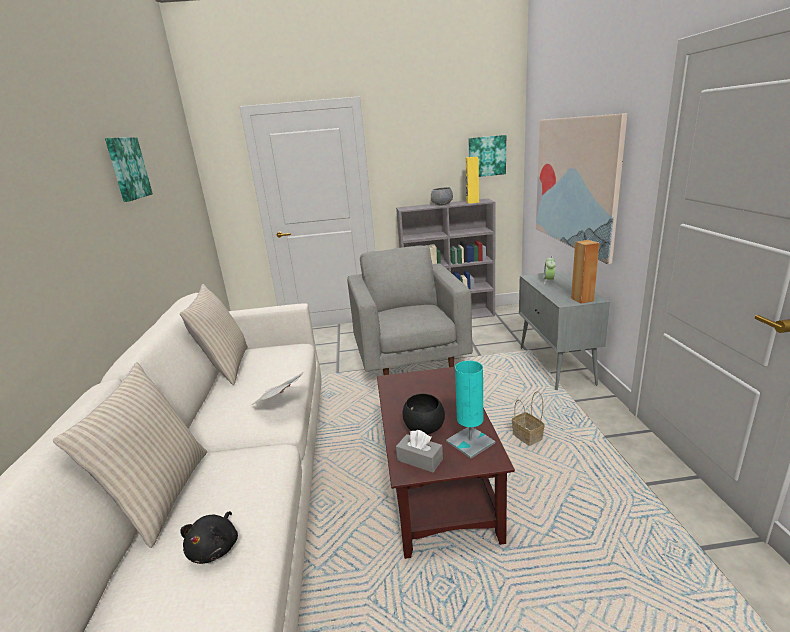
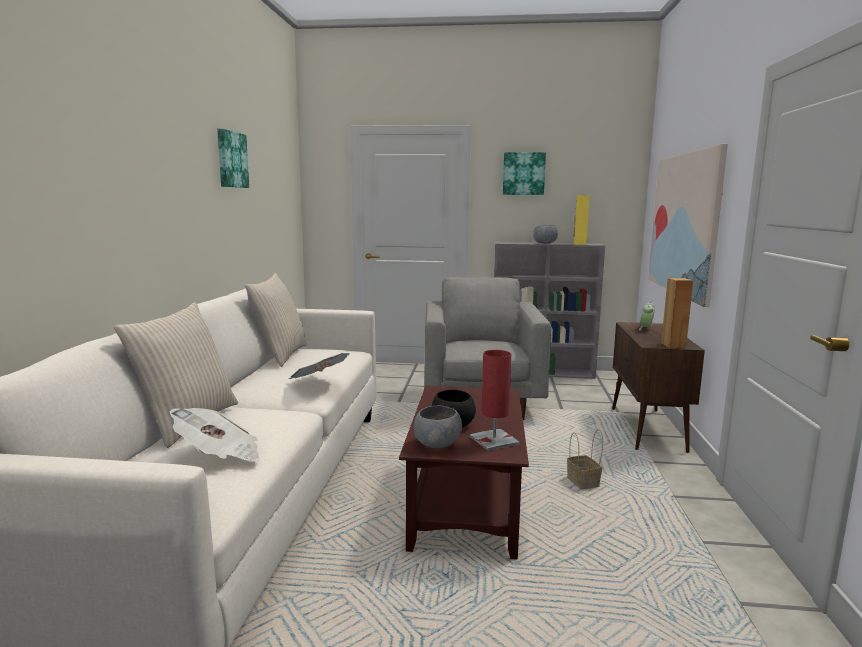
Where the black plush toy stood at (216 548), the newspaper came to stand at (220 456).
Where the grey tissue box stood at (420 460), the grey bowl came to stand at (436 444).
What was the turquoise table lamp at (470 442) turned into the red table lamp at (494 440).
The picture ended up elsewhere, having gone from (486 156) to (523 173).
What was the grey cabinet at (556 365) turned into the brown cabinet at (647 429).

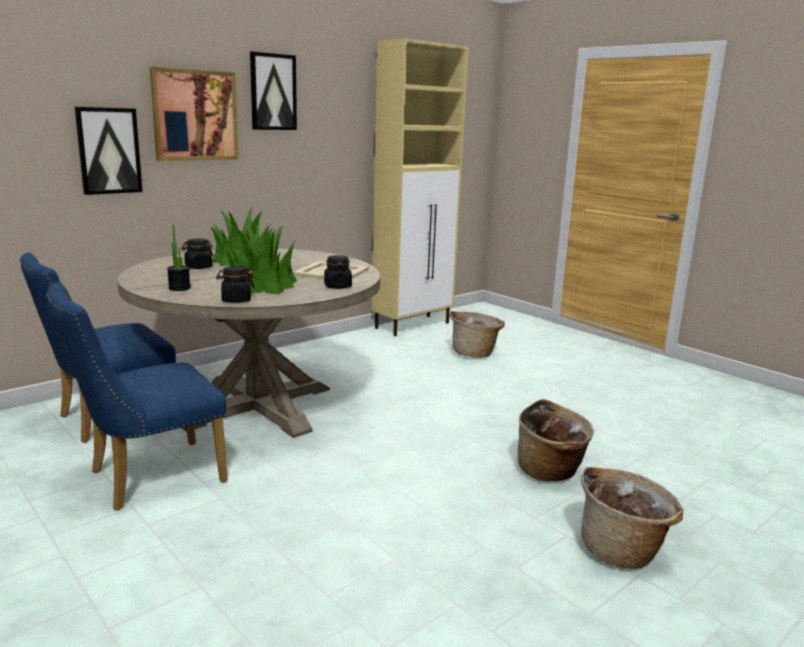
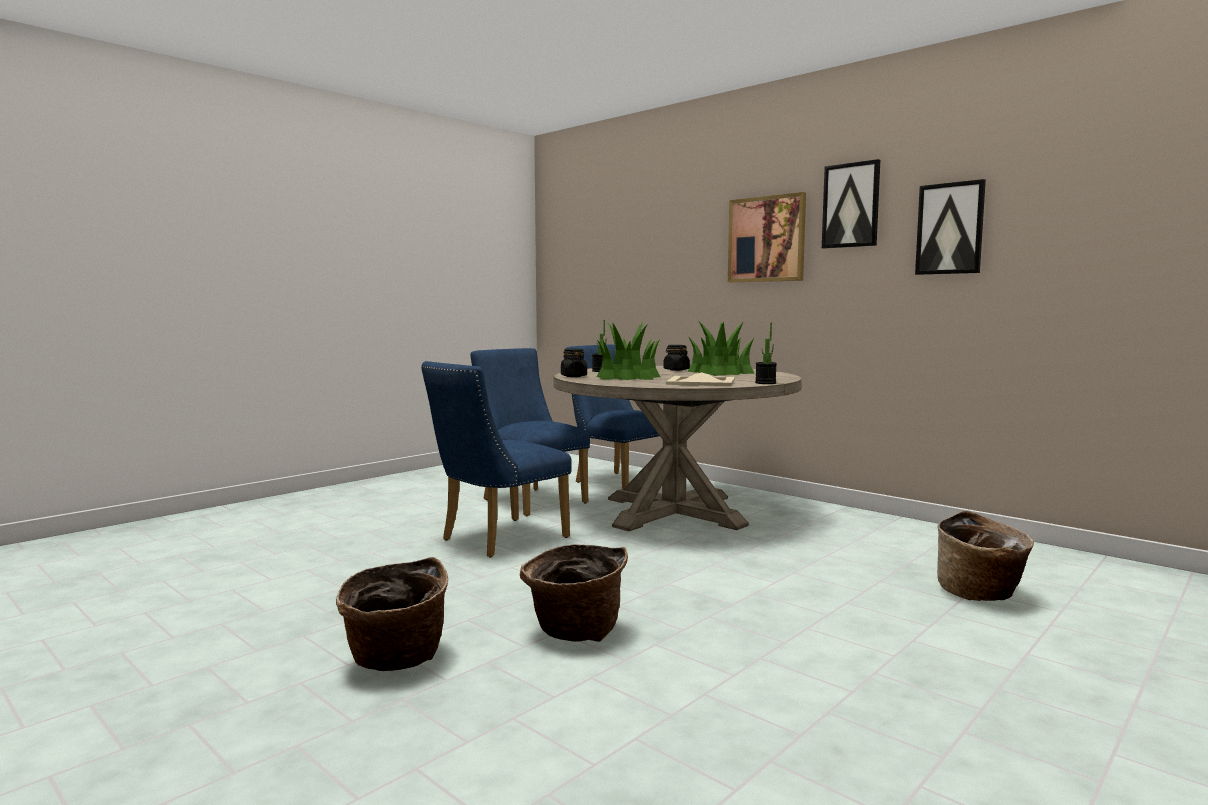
The picture ended up elsewhere, having gone from (109 151) to (950 228).
The second view lost the black jar at (337 286).
The second view lost the beige cabinet at (413 325).
The second view gained the blue chair at (496 540).
The second view gained the potted plant at (765 383).

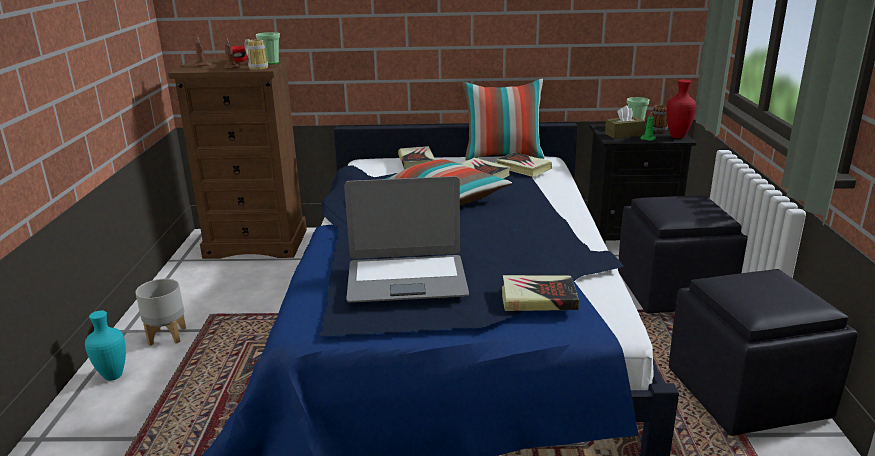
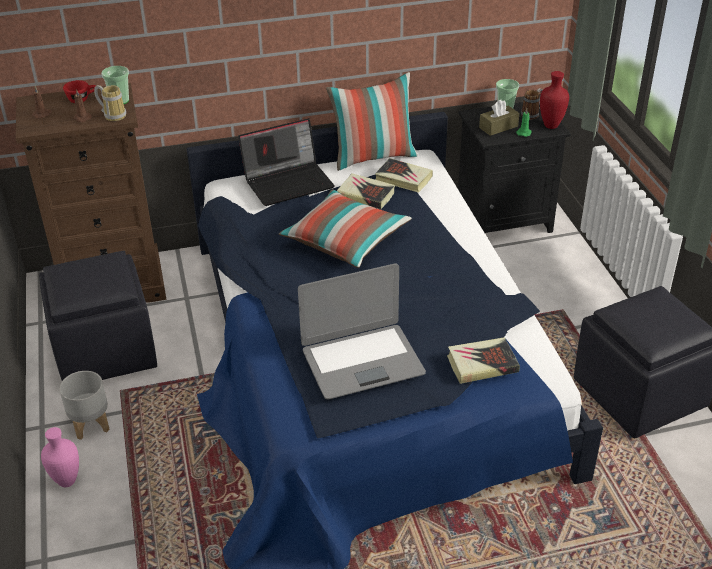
What was the turquoise vase at (113 377) turned into the pink vase at (67 482).
Where the book stood at (416 161), the laptop came to stand at (289 182).
The black ottoman ended up elsewhere, having gone from (674 291) to (106 350).

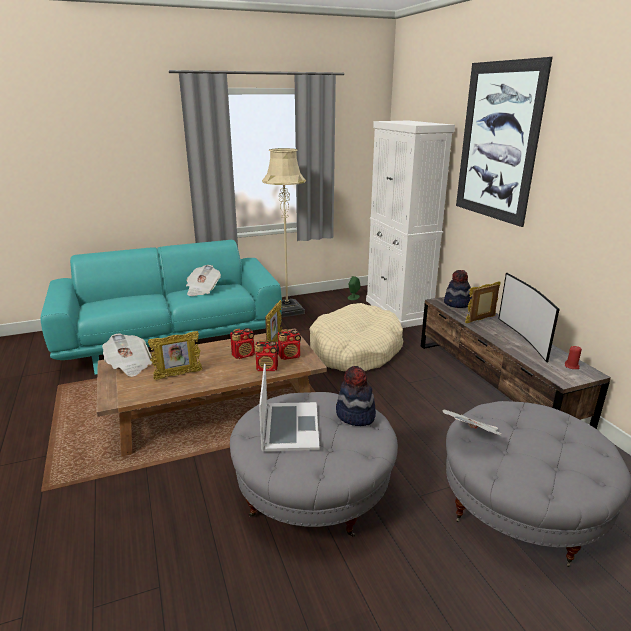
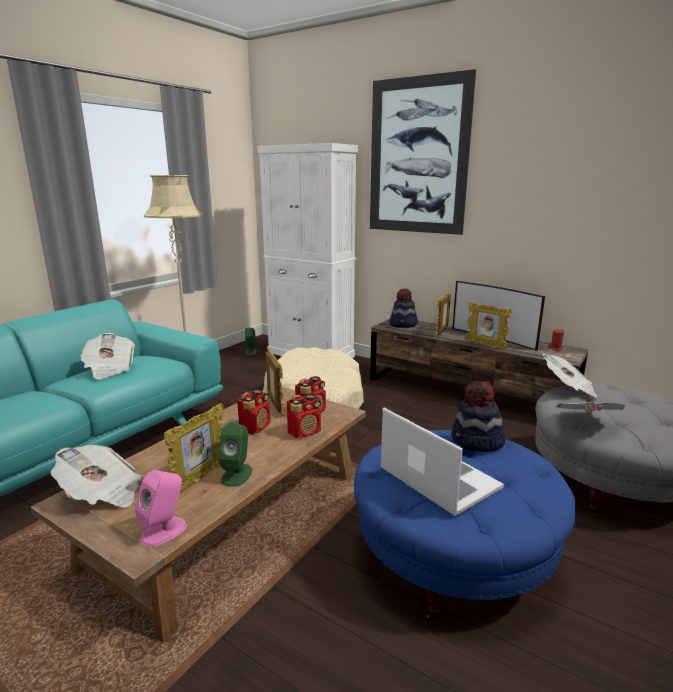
What was the grey ottoman at (313 490) turned into the blue ottoman at (453 553).
The second view gained the pink speaker at (164 531).
The second view gained the green speaker at (237 474).
The second view gained the picture frame at (485 345).
The second view gained the newspaper at (568 388).

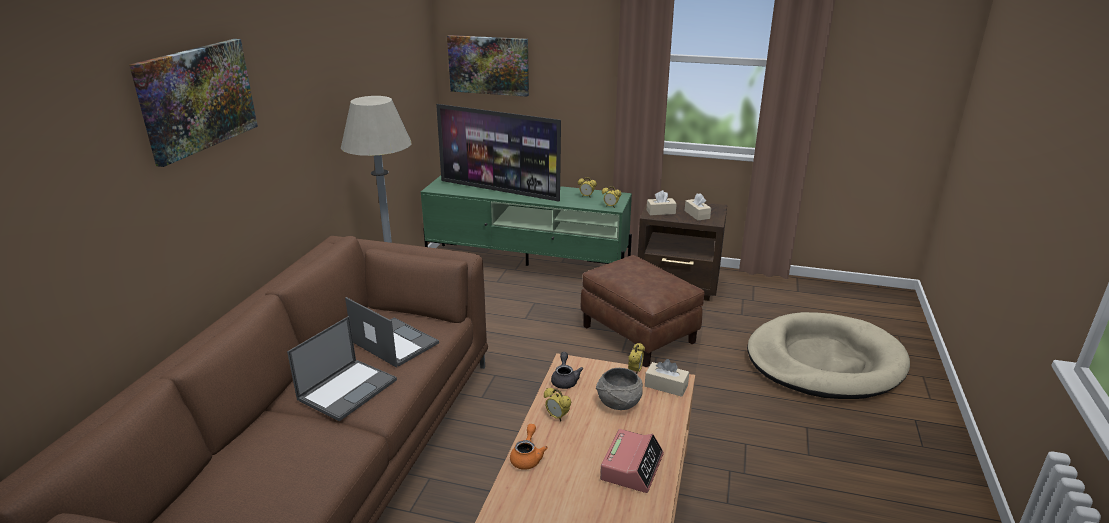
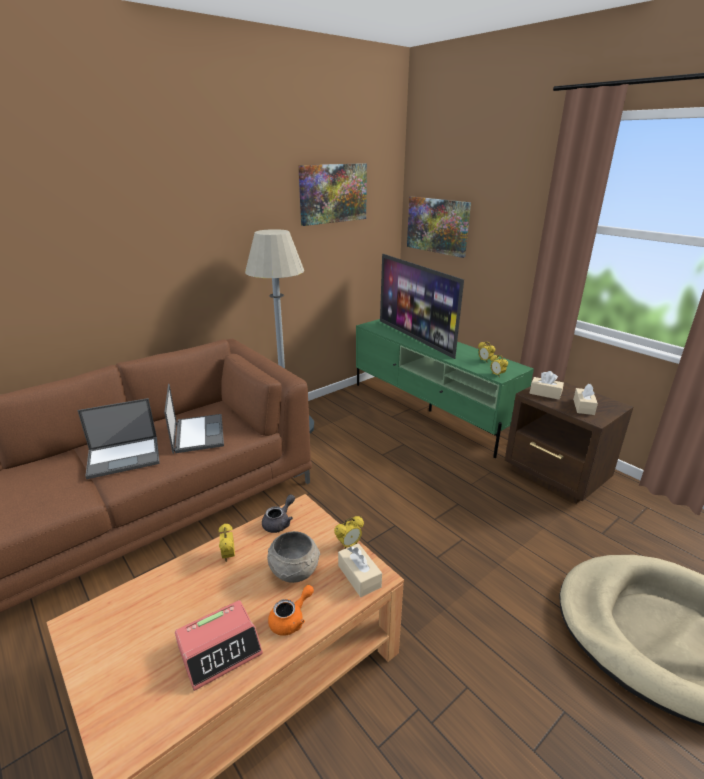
The picture ended up elsewhere, having gone from (197 98) to (333 193).
The orange teapot ended up elsewhere, having gone from (527 457) to (291 619).
The second view lost the brown ottoman at (639 334).

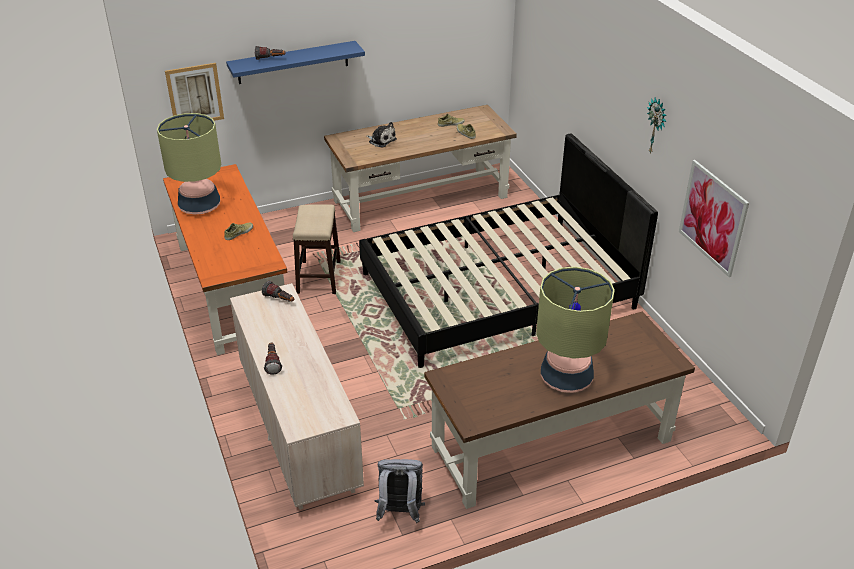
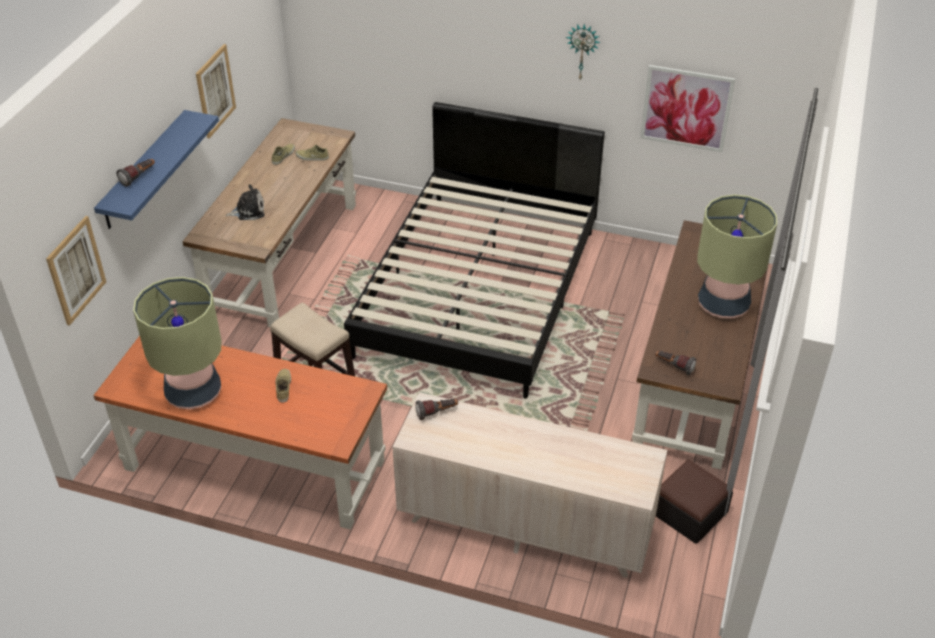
The flashlight ended up elsewhere, having gone from (273 363) to (673 366).
Where the grey backpack stood at (400 512), the ottoman came to stand at (689 512).
The second view gained the picture at (215 91).

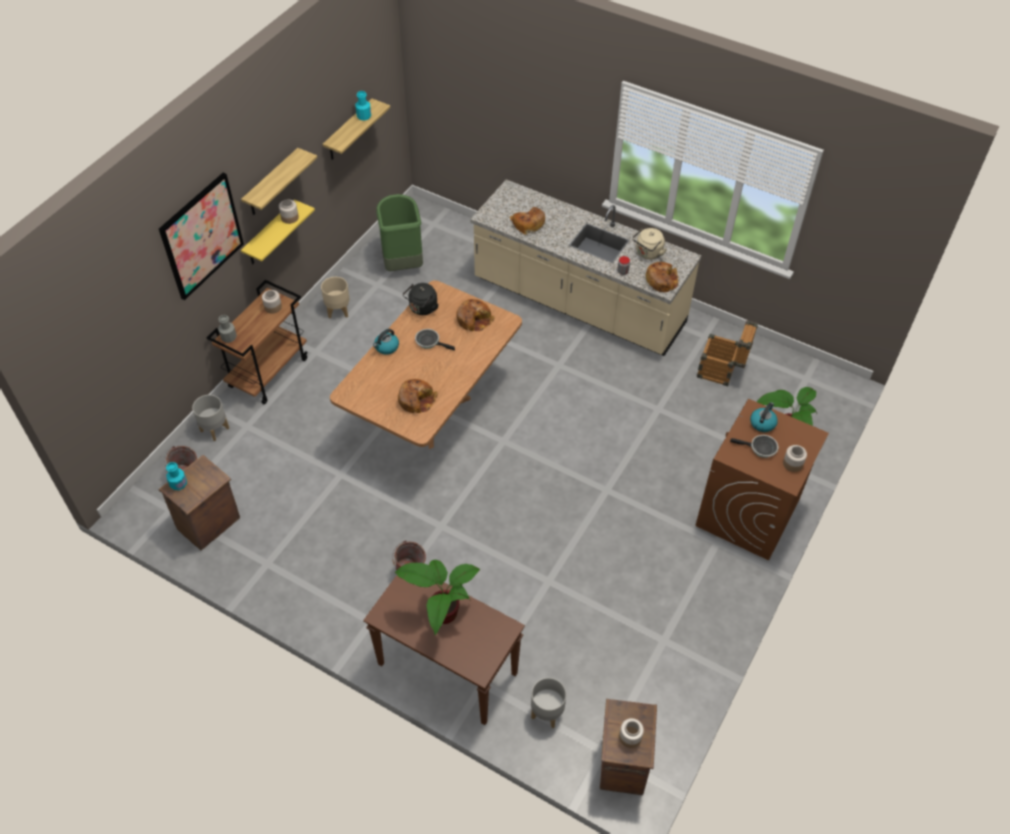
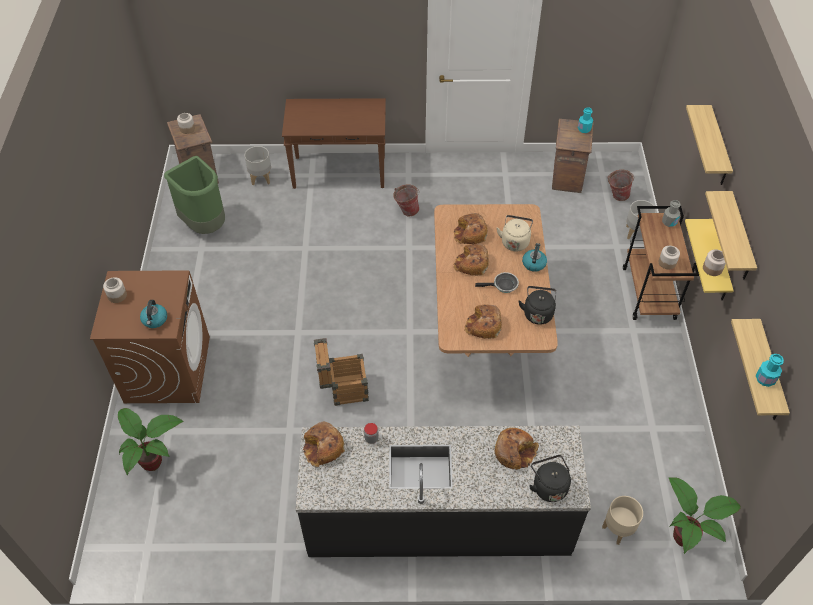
Where the picture hung at (201 236), the shelf came to hang at (717 148).
The beige planter ended up elsewhere, having gone from (338 311) to (618 529).
The green trash can ended up elsewhere, having gone from (402 264) to (205 225).
The potted plant ended up elsewhere, having gone from (441 615) to (685 537).
What was the beige counter at (578 303) turned into the black counter at (438 517).
The beige kettle ended up elsewhere, having gone from (648 253) to (515 241).
The crate ended up elsewhere, having gone from (721 372) to (343 389).
The second view lost the frying pan at (760 448).
The second view gained the bread at (471 264).
The second view gained the black kettle at (548 486).

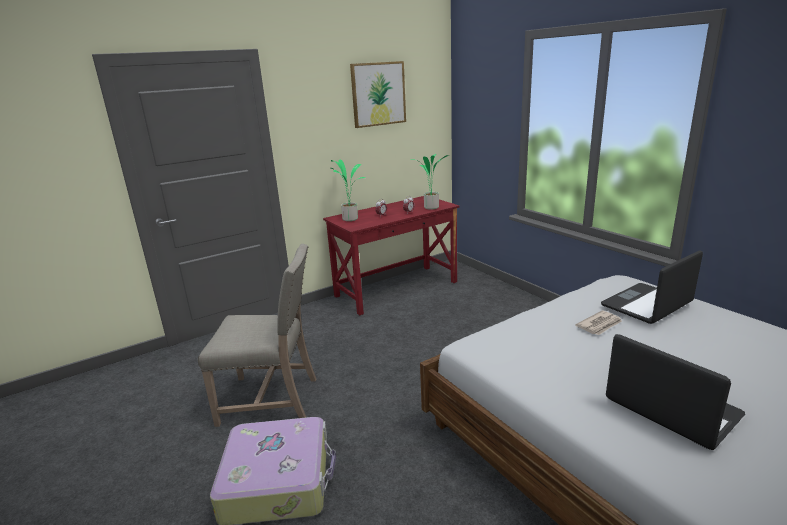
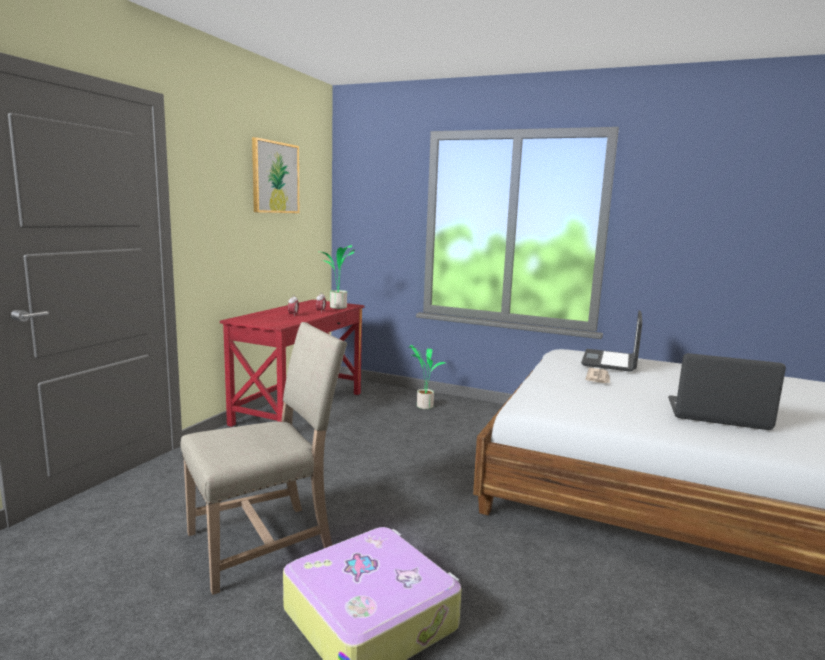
The potted plant ended up elsewhere, having gone from (350 219) to (424 406).

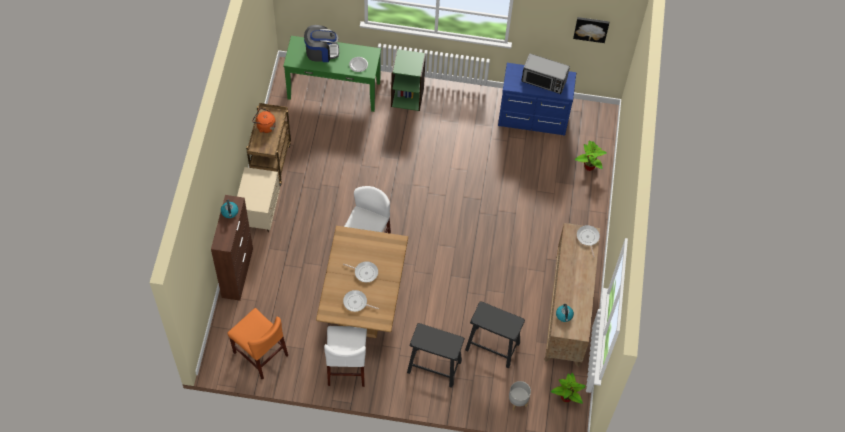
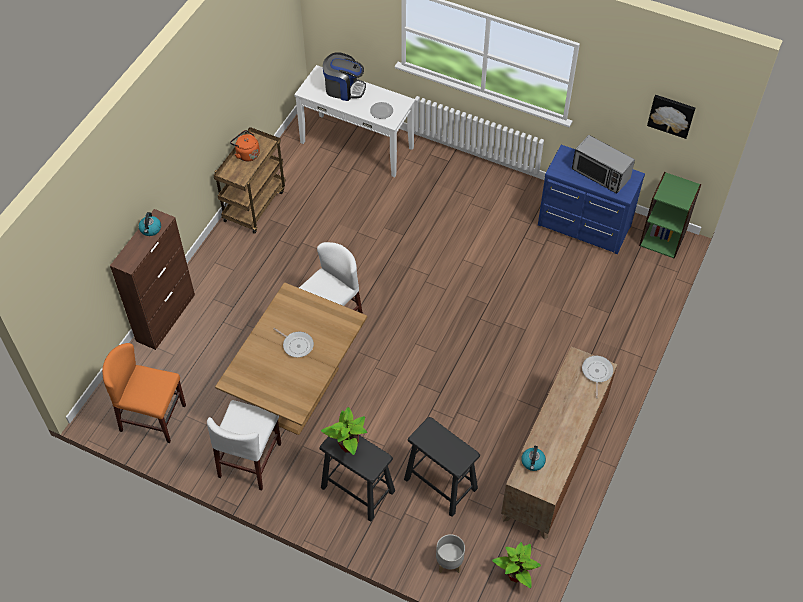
The orange chair at (260 354) ended up facing another way, 135 degrees clockwise from before.
The second view lost the beige nightstand at (259 213).
What was the green console table at (334 90) turned into the white console table at (357 145).
The second view lost the frying pan at (356 302).
The green bookcase ended up elsewhere, having gone from (407 97) to (662 239).
The potted plant ended up elsewhere, having gone from (589 166) to (348 445).

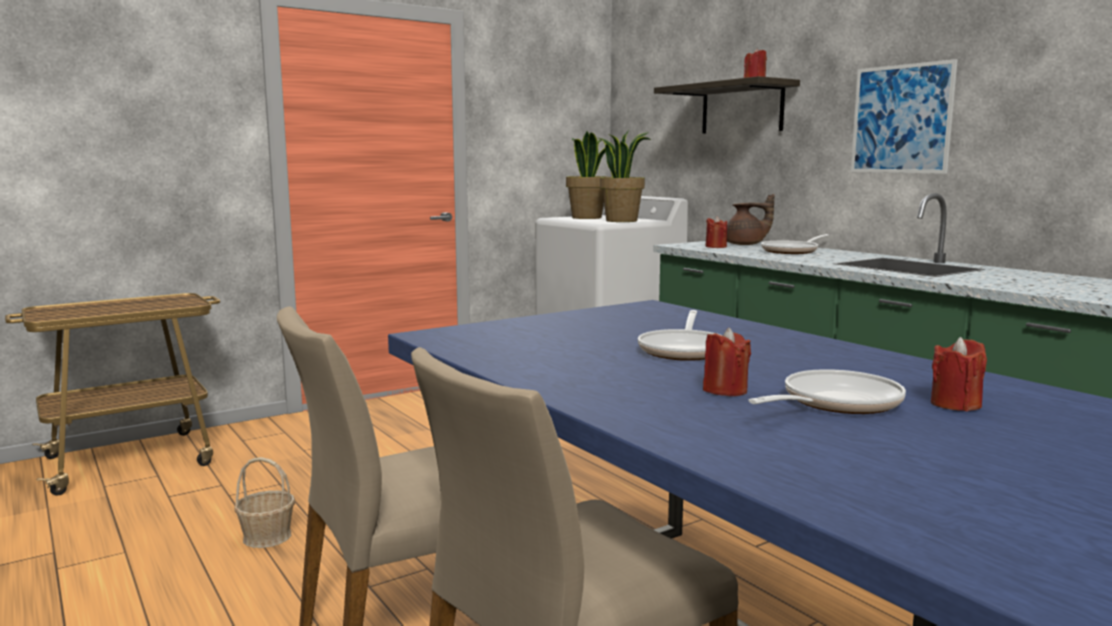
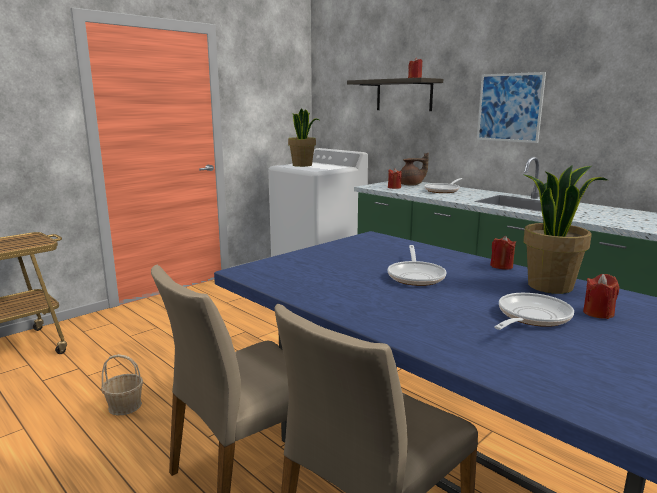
The potted plant ended up elsewhere, having gone from (622 221) to (550 285).
The red candle ended up elsewhere, having gone from (725 390) to (501 266).

